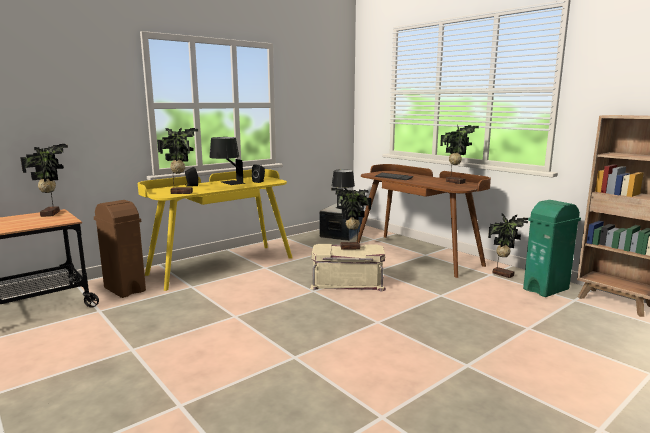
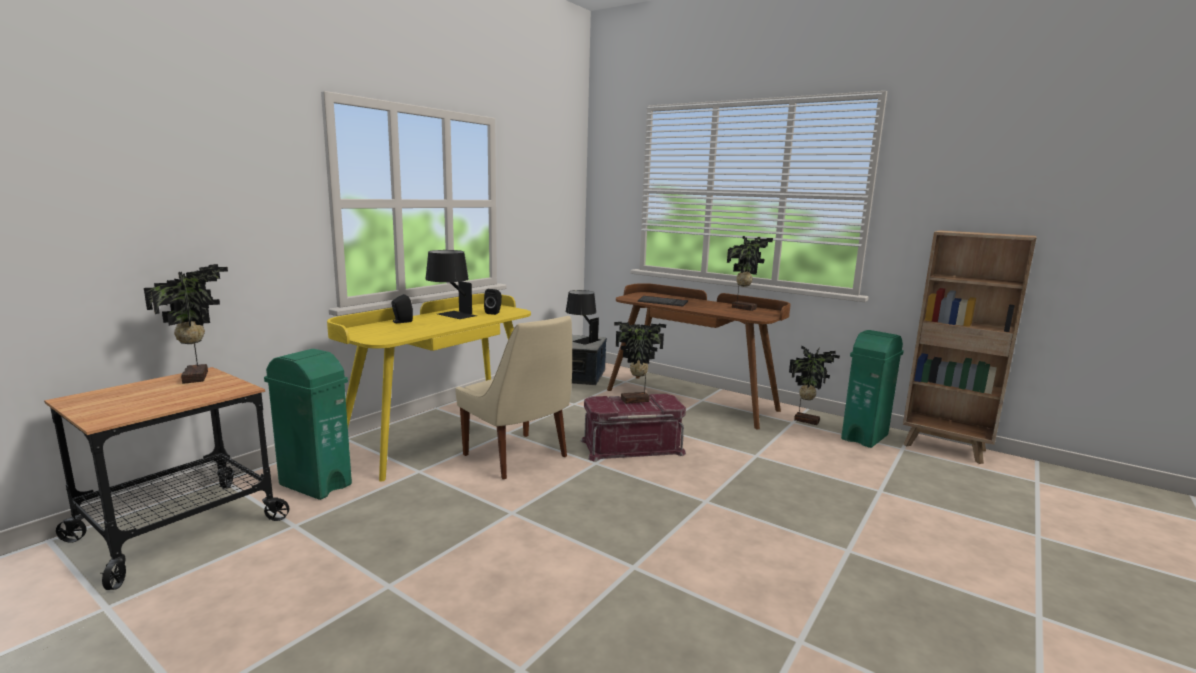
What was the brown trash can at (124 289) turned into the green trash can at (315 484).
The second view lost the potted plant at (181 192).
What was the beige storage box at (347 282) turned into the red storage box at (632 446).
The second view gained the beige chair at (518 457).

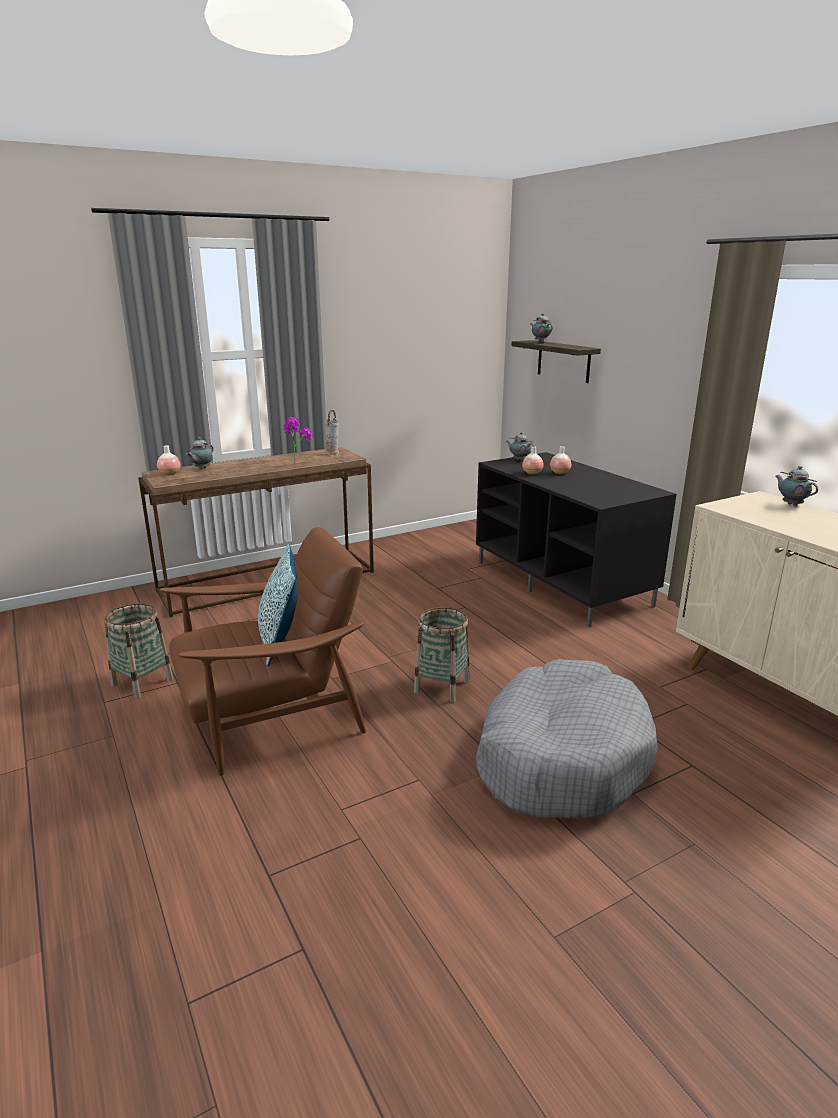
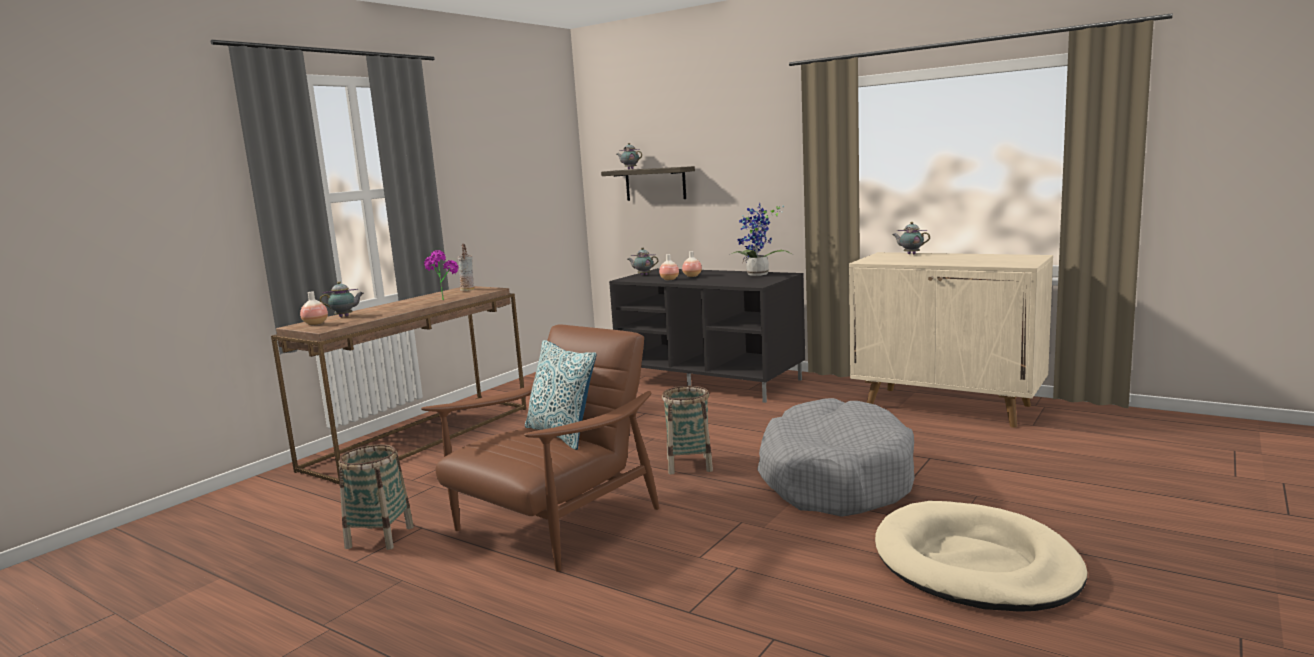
The teapot at (201 469) ended up facing another way, 105 degrees counterclockwise from before.
The second view gained the potted plant at (758 275).
The second view gained the beige dog bed at (975 564).

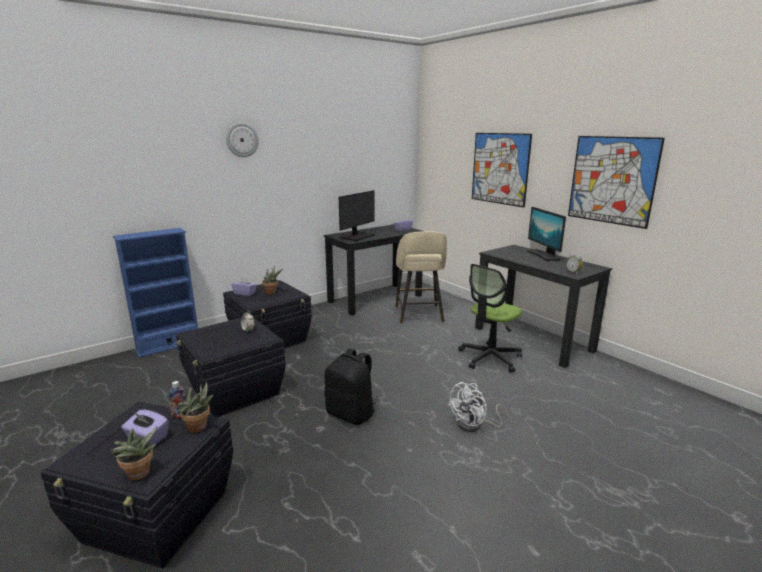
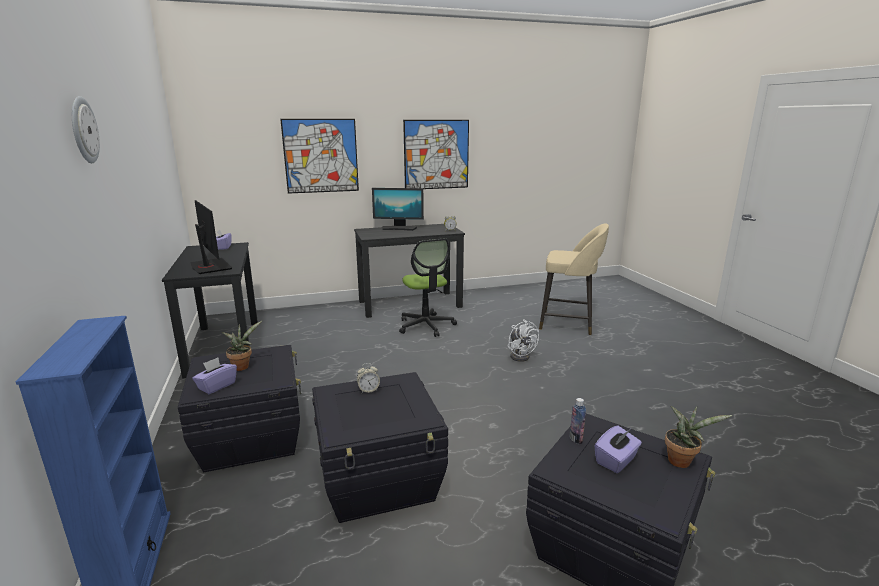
The second view lost the potted plant at (200 428).
The second view lost the black backpack at (351 414).
The beige stool ended up elsewhere, having gone from (419 315) to (568 323).

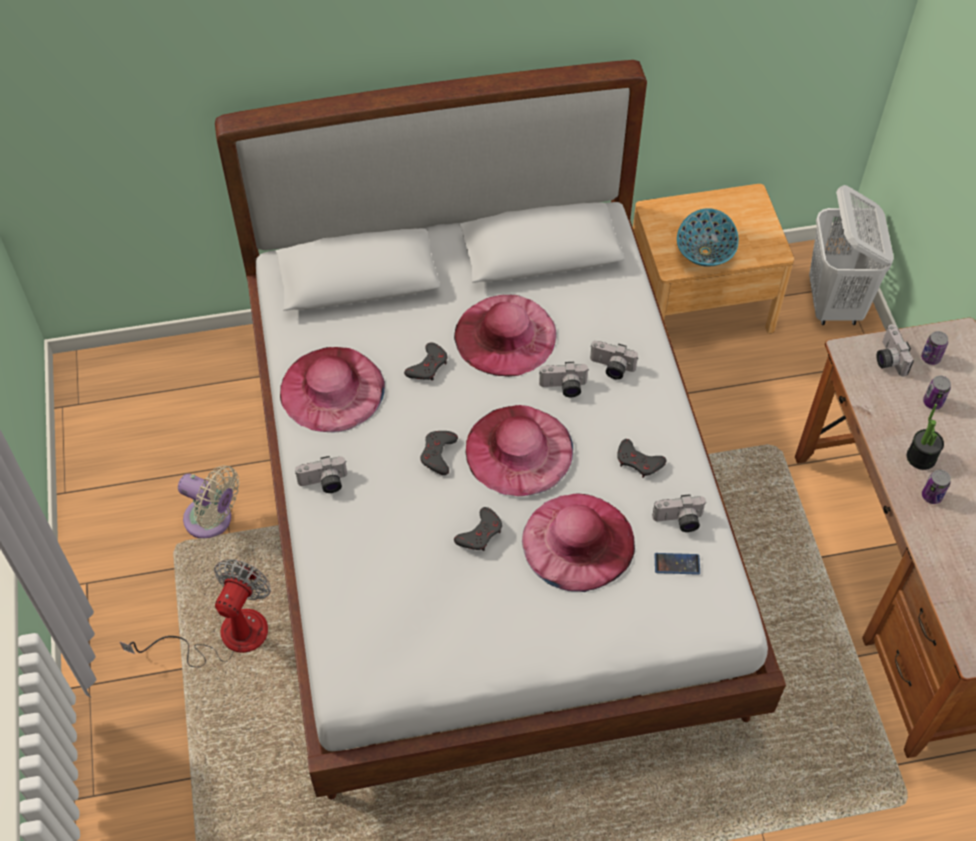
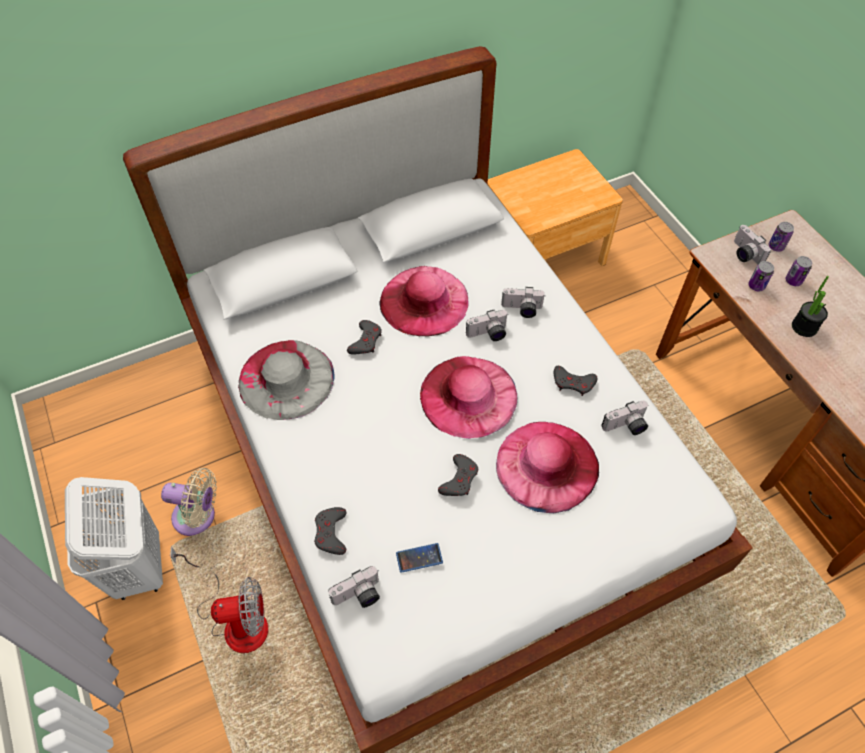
The fan at (226 636) ended up facing another way, 75 degrees clockwise from before.
What was the pink hat at (332 389) turned into the grey hat at (286 379).
The photo camera ended up elsewhere, having gone from (324 484) to (358 596).
The grey game controller ended up elsewhere, having gone from (438 454) to (331 533).
The phone ended up elsewhere, having gone from (677 564) to (419 558).
The second view lost the bowl at (705 252).
The white laundry basket ended up elsewhere, having gone from (834 304) to (139 569).
The can ended up elsewhere, having gone from (931 496) to (756 286).

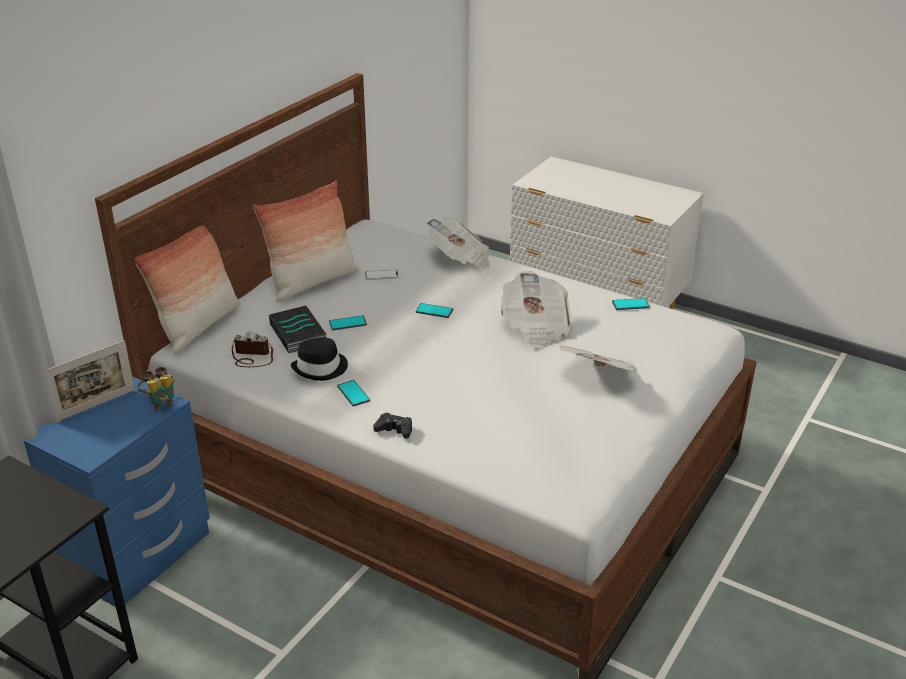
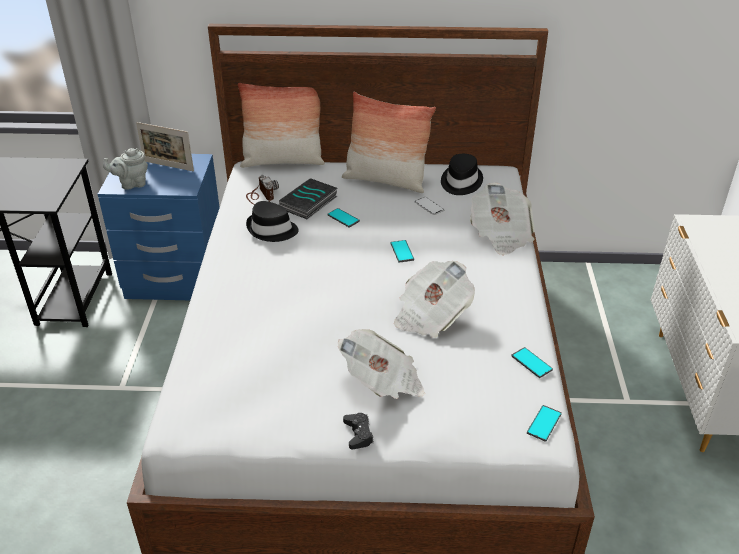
The second view lost the binoculars at (160 402).
The phone ended up elsewhere, having gone from (353 393) to (544 423).
The black game controller ended up elsewhere, having gone from (394 429) to (358 434).
The second view gained the grey teapot at (131 184).
The second view gained the black hat at (460 182).

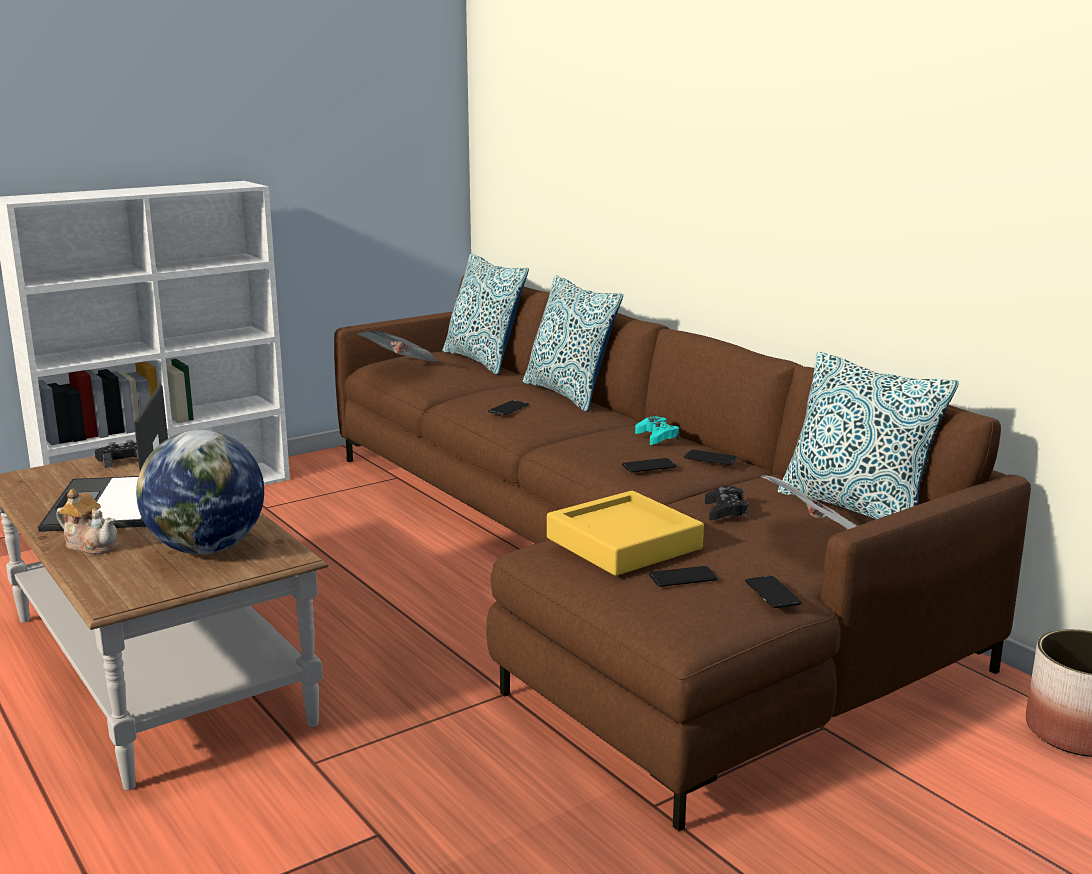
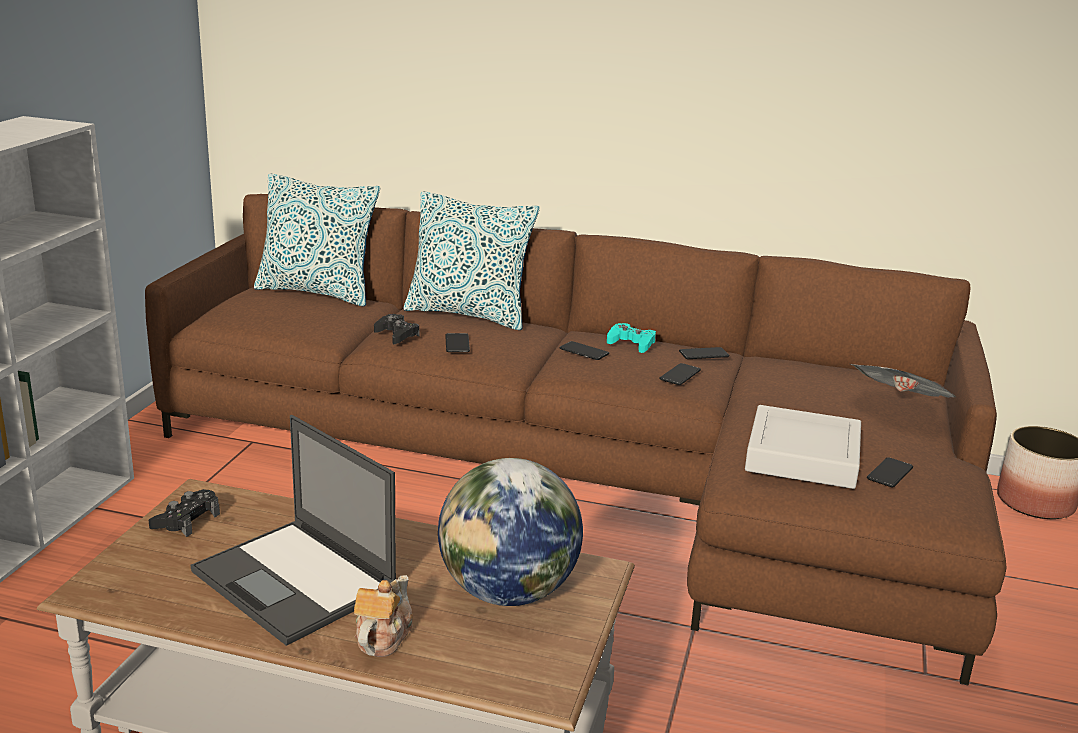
The teapot at (91 545) ended up facing another way, 60 degrees counterclockwise from before.
The second view lost the newspaper at (402 368).
What was the yellow tray at (624 543) turned into the grey tray at (802 456).
The black game controller ended up elsewhere, having gone from (725 511) to (397 335).
The phone ended up elsewhere, having gone from (772 593) to (584 351).
The second view lost the pillow at (856 509).

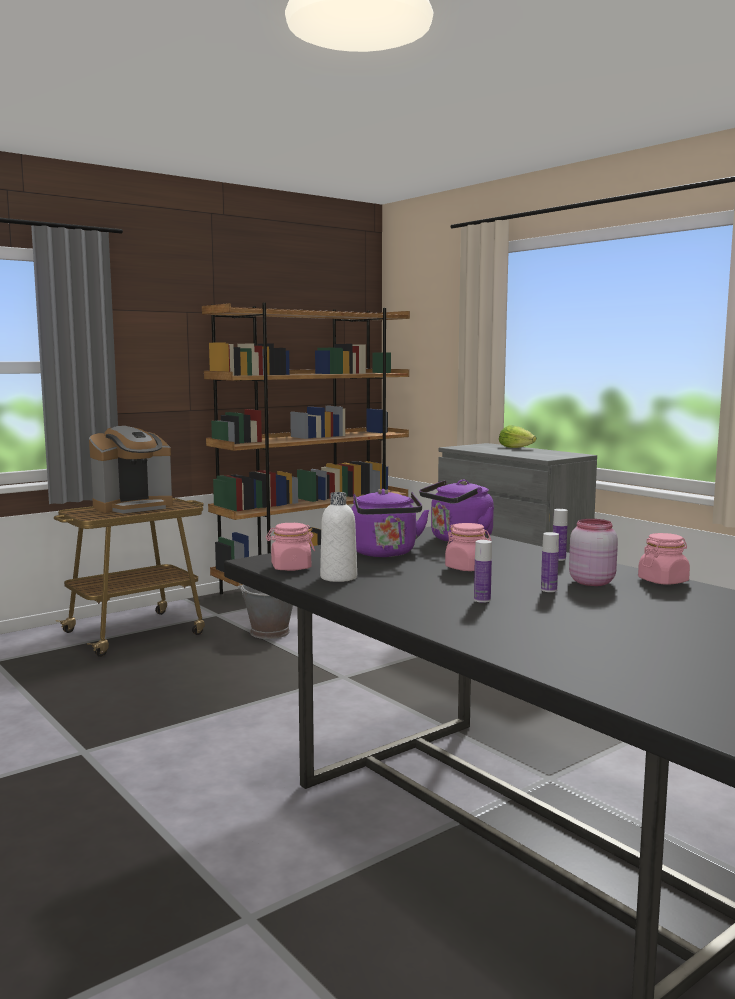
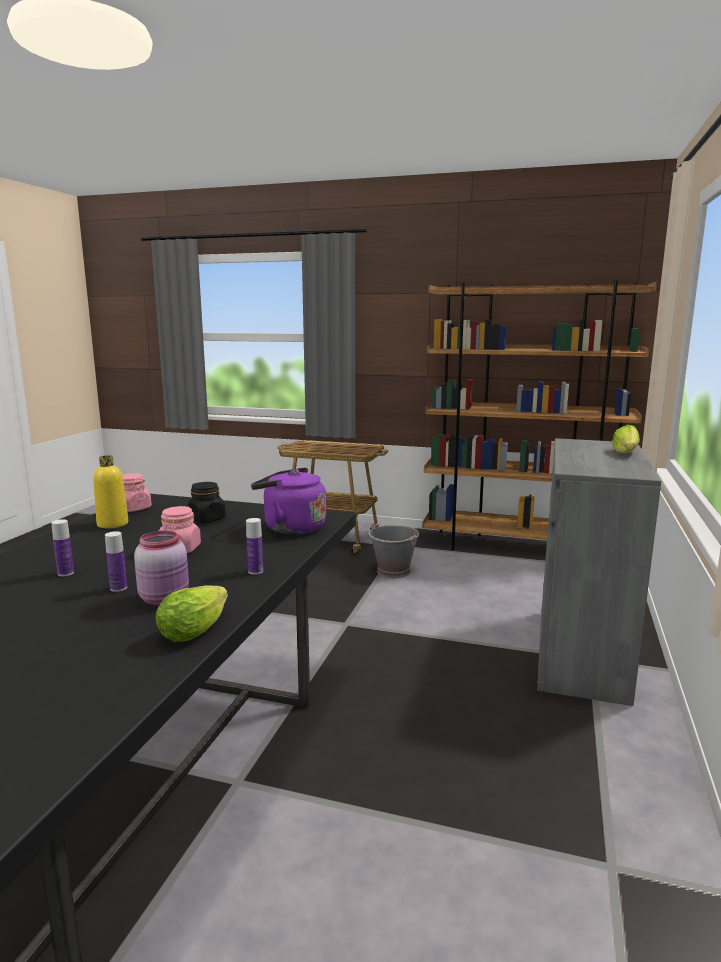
The second view lost the coffee machine at (133 507).
What was the white bottle at (338 577) turned into the yellow bottle at (112 524).
Where the purple kettle stood at (385 553), the black jar came to stand at (207 519).
Where the pink jar stood at (663 581), the lettuce came to stand at (197 628).

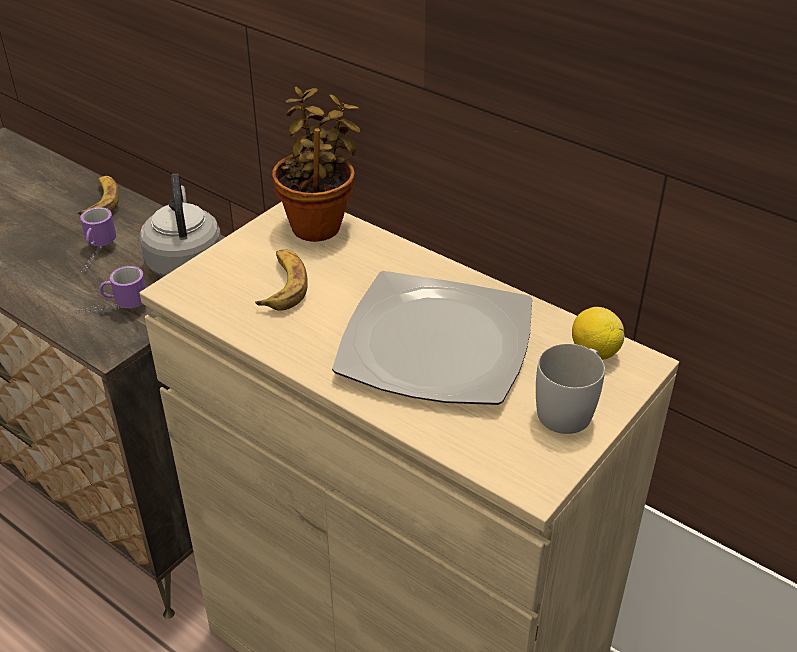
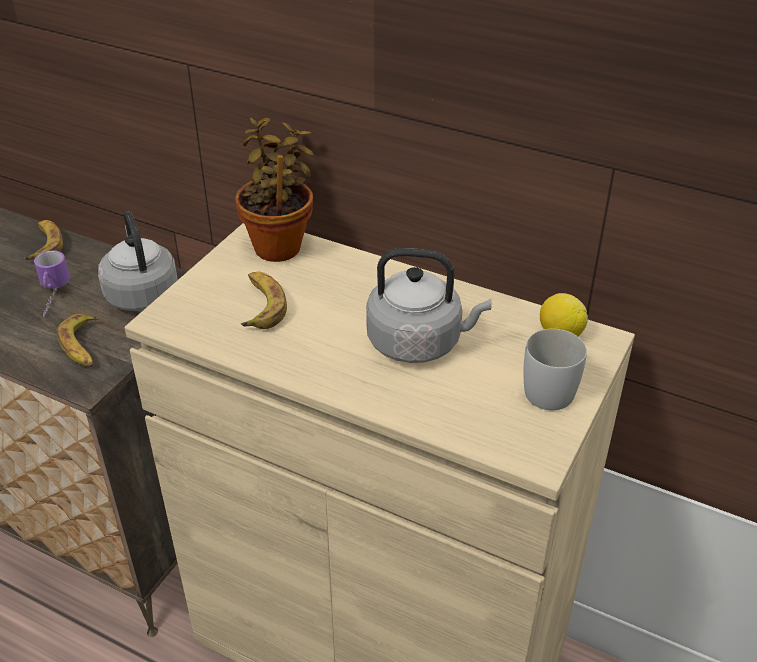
Where the mug stood at (113 309), the banana came to stand at (82 347).
Where the plate stood at (438 343), the grey kettle came to stand at (419 343).

